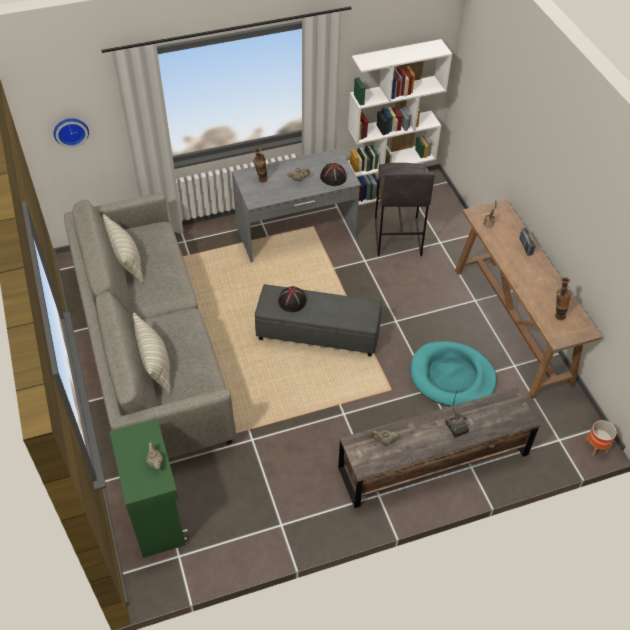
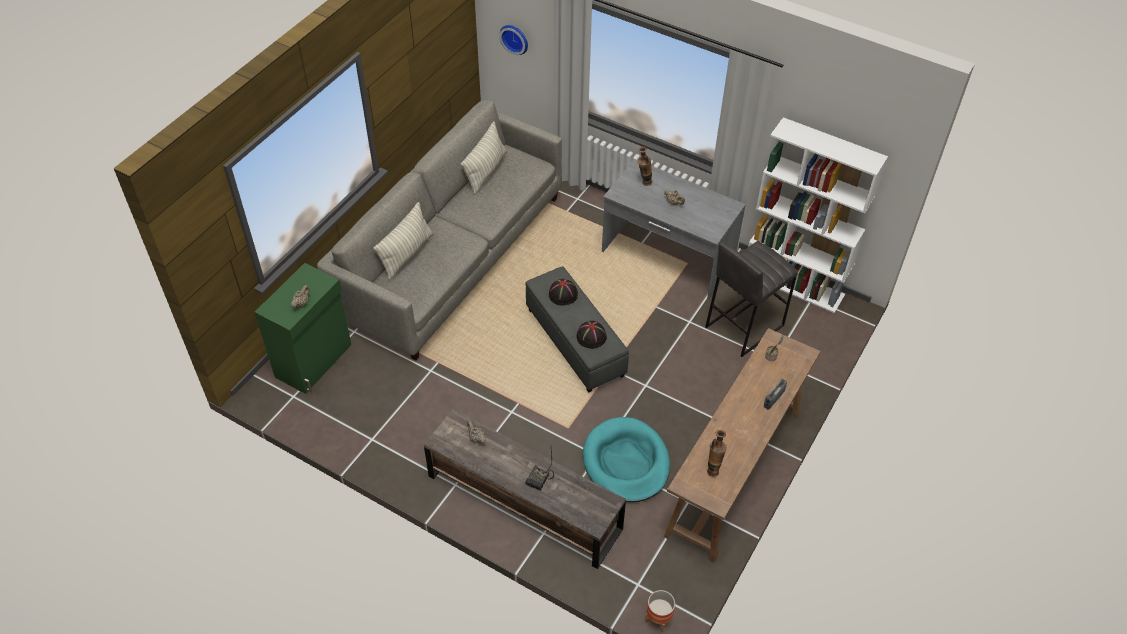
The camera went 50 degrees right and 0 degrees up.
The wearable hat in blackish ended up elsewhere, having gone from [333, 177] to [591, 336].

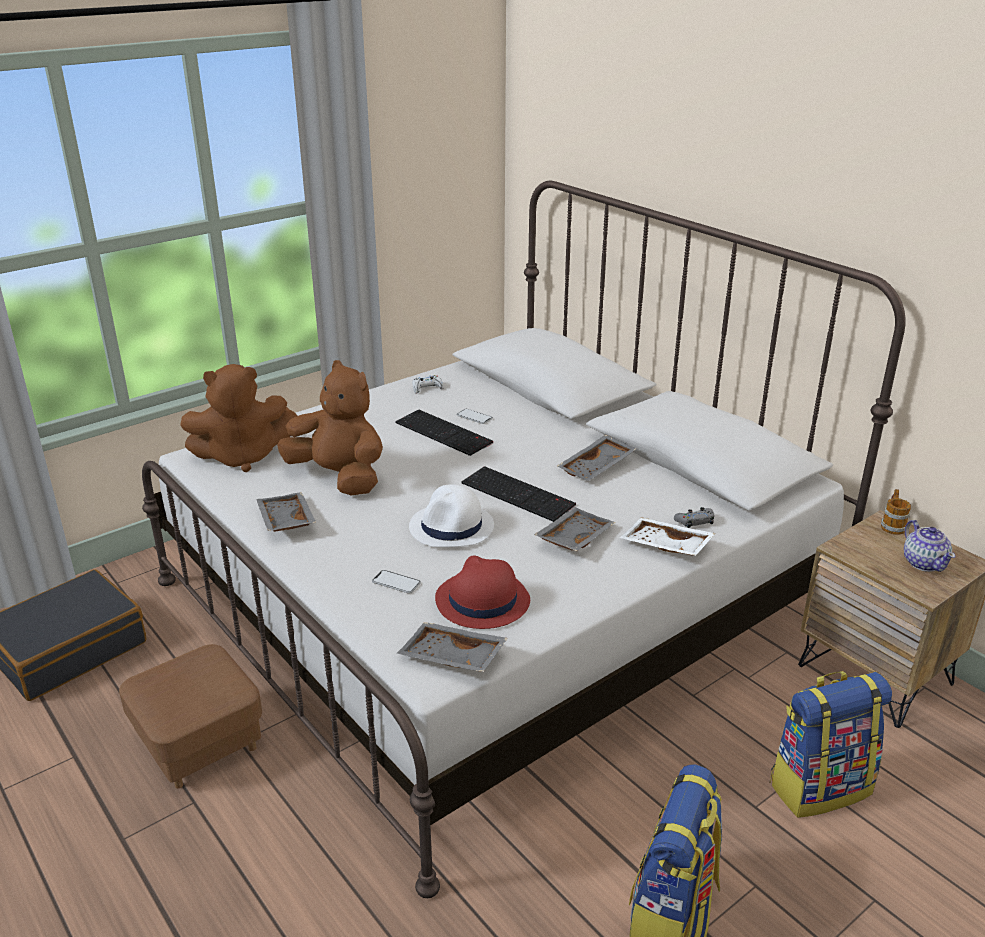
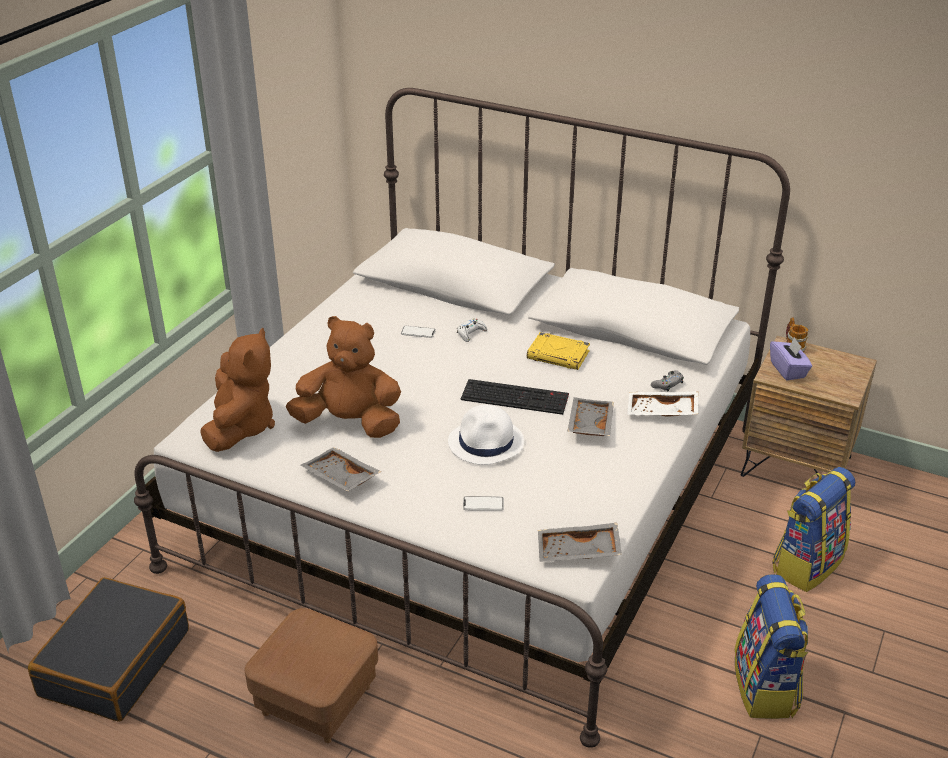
The camera went 25 degrees left and 5 degrees up.
The cuddly toy in brown-coloured at [243, 456] ended up facing another way, 45 degrees counterclockwise from before.
The second view lost the computer keyboard at [445, 432].
The game controller in whitish ended up elsewhere, having gone from [427, 388] to [471, 333].
The second view lost the wearable hat in red at [482, 601].
Where the tray in grey stood at [597, 467], the bound book in yellowish came to stand at [559, 355].
The second view lost the pot for tea at [924, 563].
The second view gained the tissue holder in purple-coloured at [788, 370].

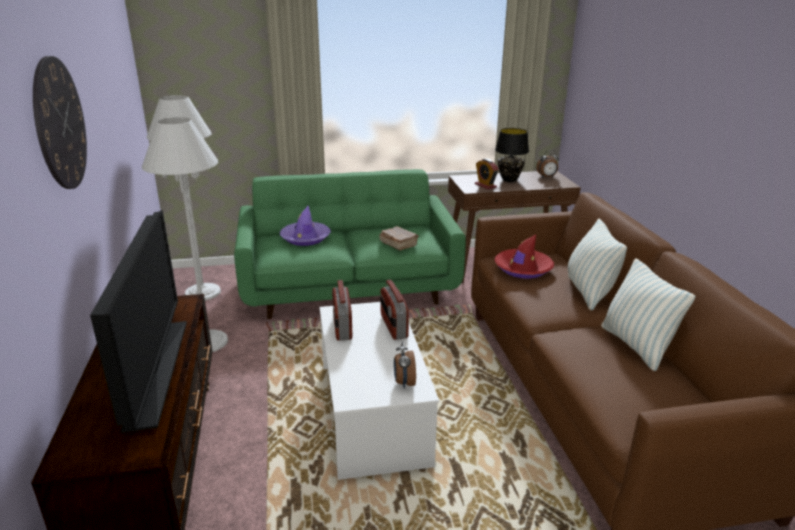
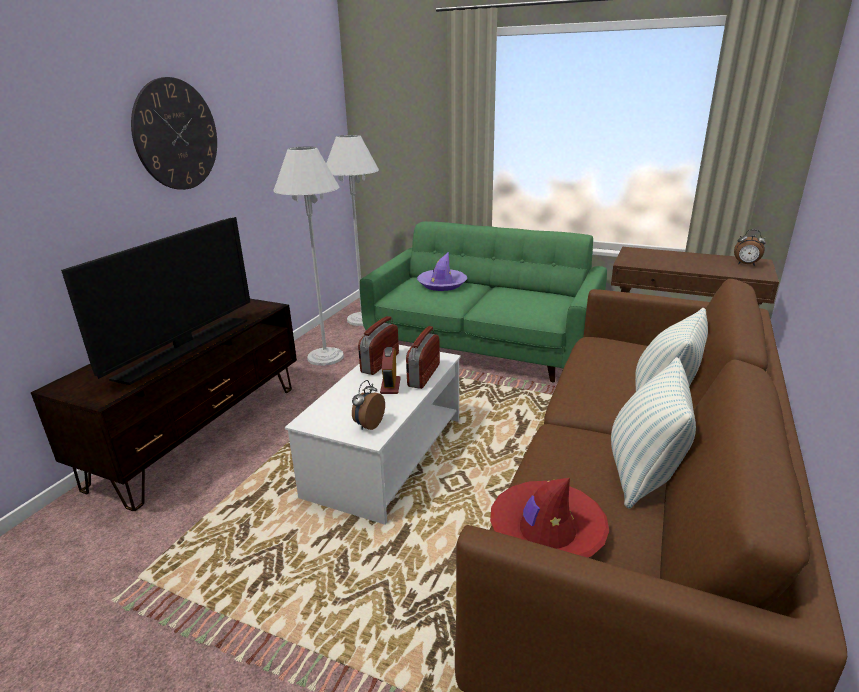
The camera went 35 degrees right and 0 degrees up.
The second view lost the bound book in brown-coloured at [398, 244].
The bedside clock ended up elsewhere, having gone from [485, 185] to [390, 386].
The wearable hat in red ended up elsewhere, having gone from [523, 269] to [547, 531].
The second view lost the table lamp in blackish at [509, 180].

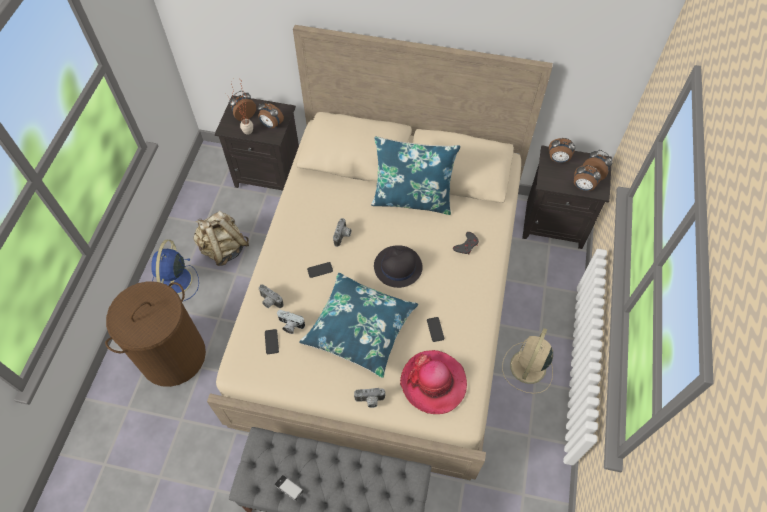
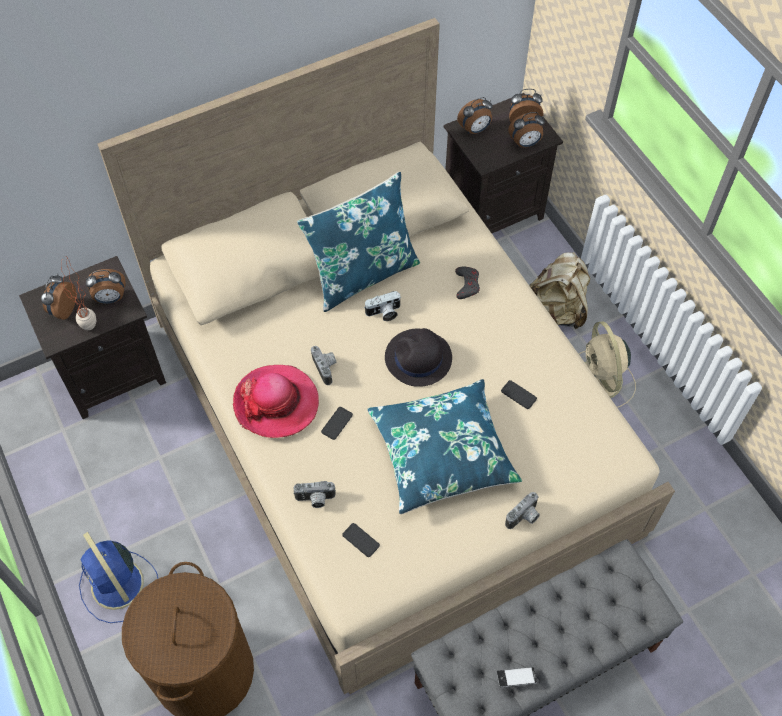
The camera went 40 degrees left and 0 degrees up.
The knapsack in sand-coloured ended up elsewhere, having gone from [223, 249] to [556, 310].
The still camera ended up elsewhere, having gone from [290, 325] to [384, 313].
The wearable hat ended up elsewhere, having gone from [433, 383] to [276, 403].

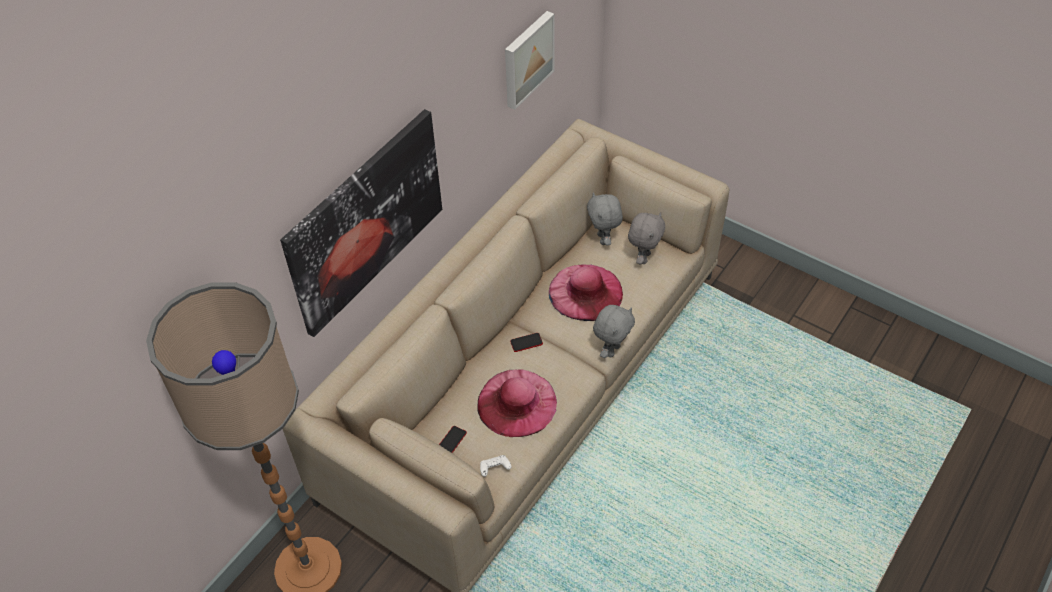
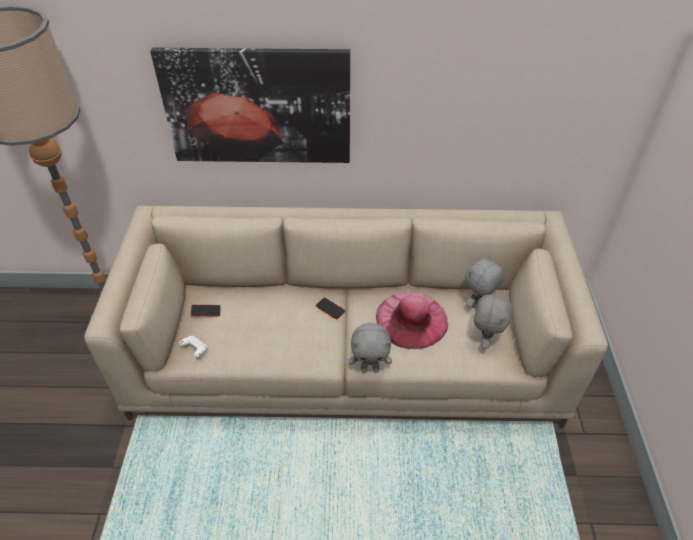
The camera went 55 degrees right and 5 degrees down.
The second view lost the wearable hat in pink at [517, 403].
The second view lost the wall art at [527, 59].
The cuddly toy in grey at [643, 257] ended up facing another way, 60 degrees counterclockwise from before.

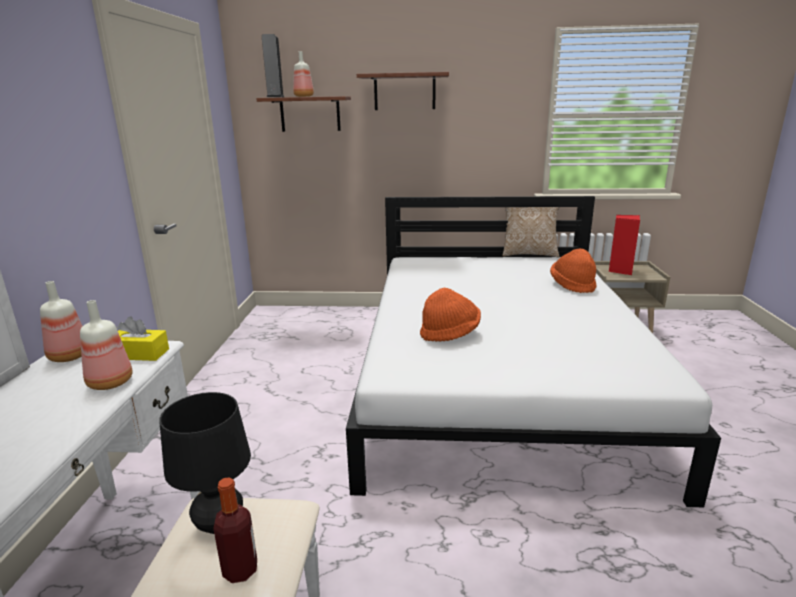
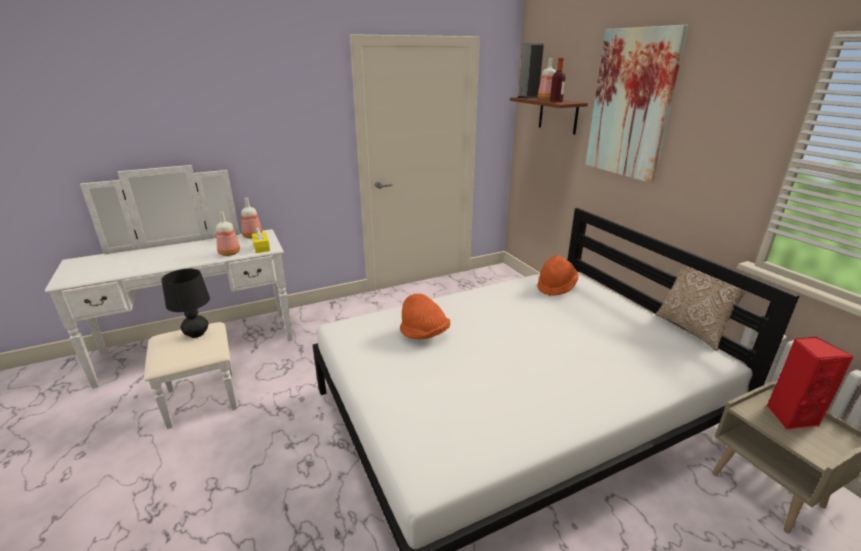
The camera went 60 degrees right and 5 degrees up.
The beverage bottle ended up elsewhere, having gone from [240, 570] to [556, 101].
Where the wall shelf in brown-coloured hung at [404, 92], the wall art came to hang at [631, 104].
The wearable hat in orangey ended up elsewhere, having gone from [572, 285] to [556, 287].

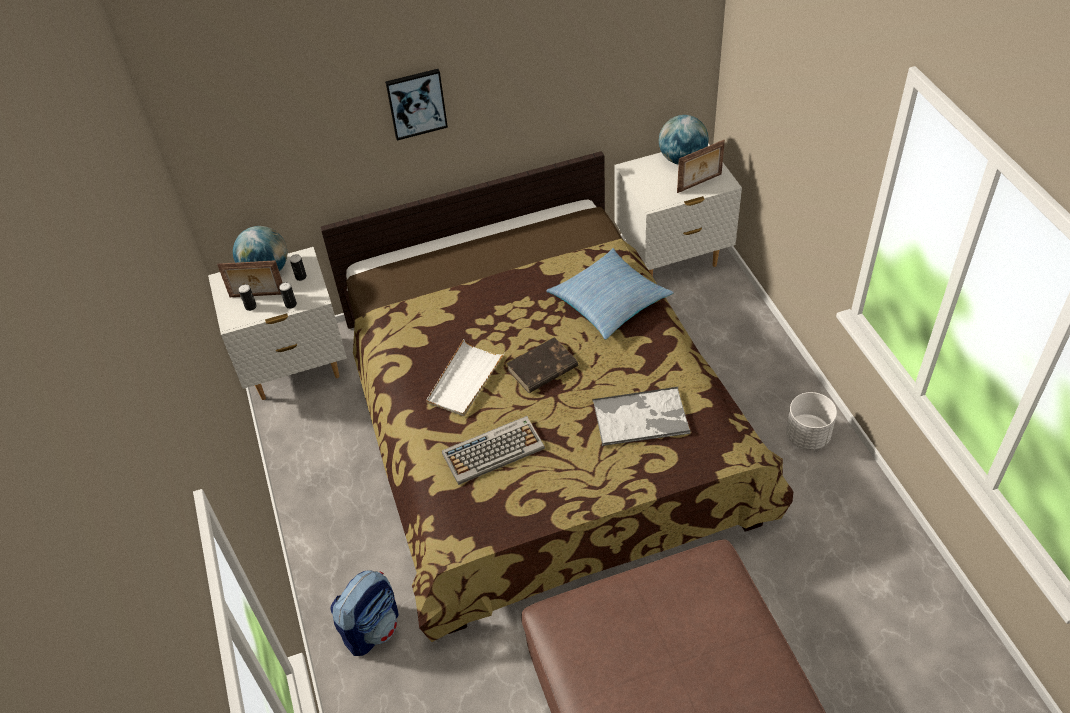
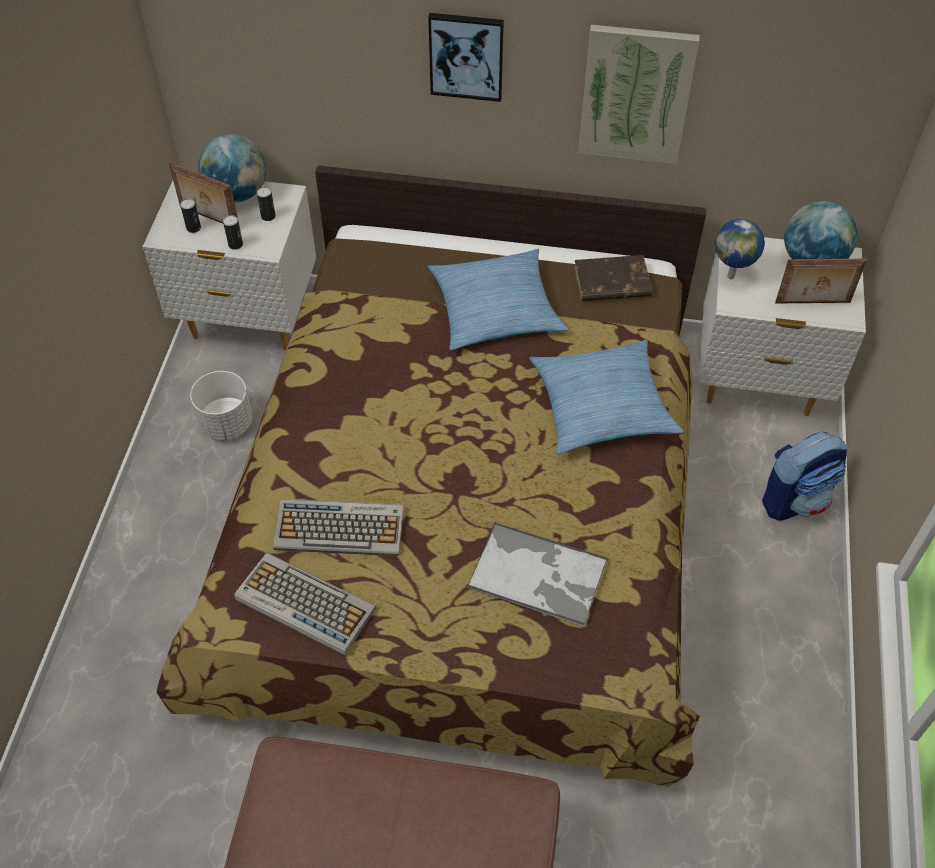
The camera went 25 degrees right and 5 degrees up.
The knapsack ended up elsewhere, having gone from [372, 628] to [795, 499].
The second view lost the tray in whitish at [465, 380].
The bound book in brown-coloured ended up elsewhere, having gone from [542, 368] to [611, 282].
The plant pot in whitish ended up elsewhere, having gone from [808, 435] to [227, 423].
The second view gained the computer keyboard at [303, 604].
The second view gained the throw pillow at [495, 309].
The second view gained the wall art at [635, 94].
The second view gained the globe at [732, 276].

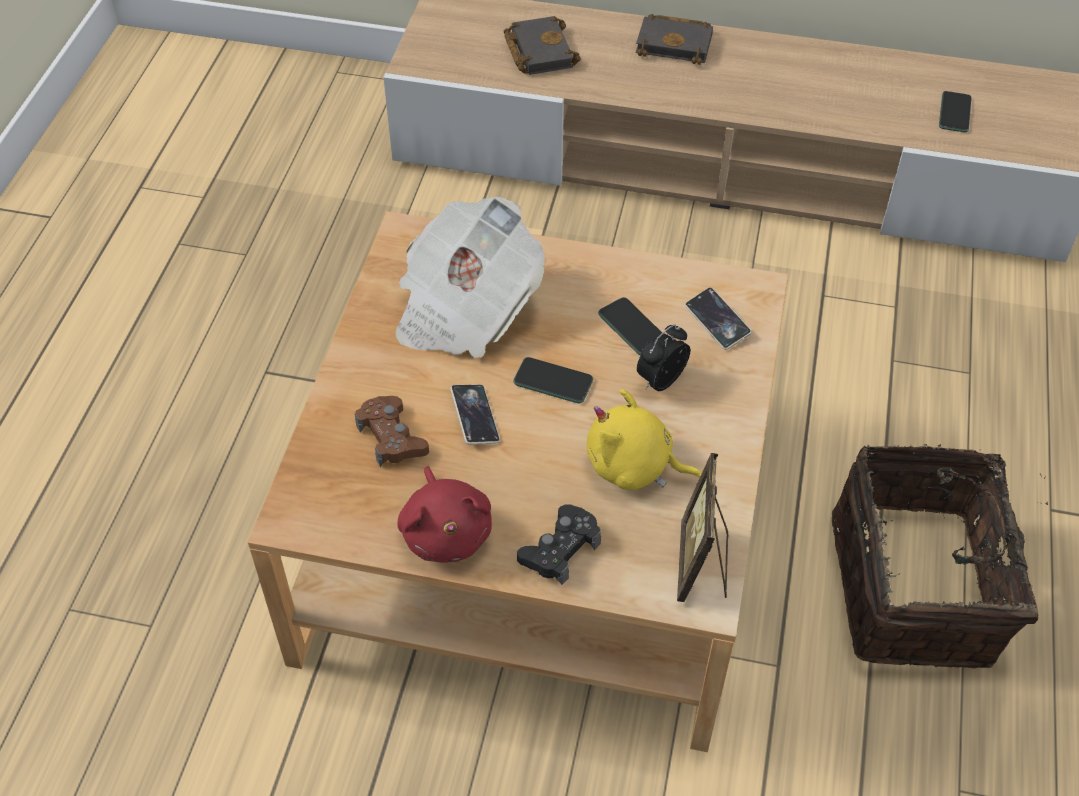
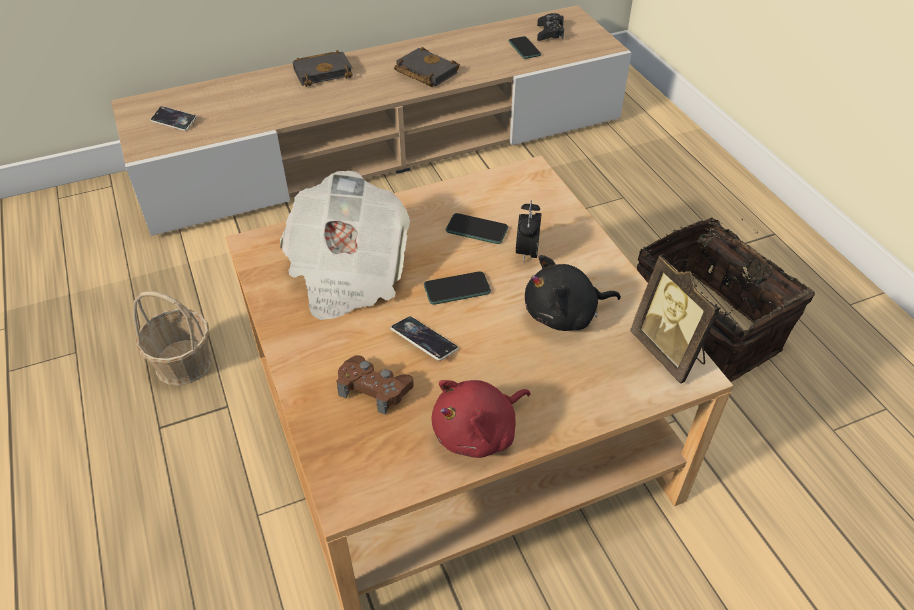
The camera went 35 degrees left and 5 degrees down.
The cuddly toy in red at [446, 531] ended up facing another way, 105 degrees clockwise from before.
The bound book in blackish ended up elsewhere, having gone from [538, 50] to [424, 72].
The game controller in blackish ended up elsewhere, having gone from [560, 549] to [550, 33].
What was the cuddly toy in yellowish at [634, 467] turned into the cuddly toy in blackish at [564, 314].
The telephone ended up elsewhere, having gone from [717, 321] to [174, 121].
The second view gained the basket at [183, 363].

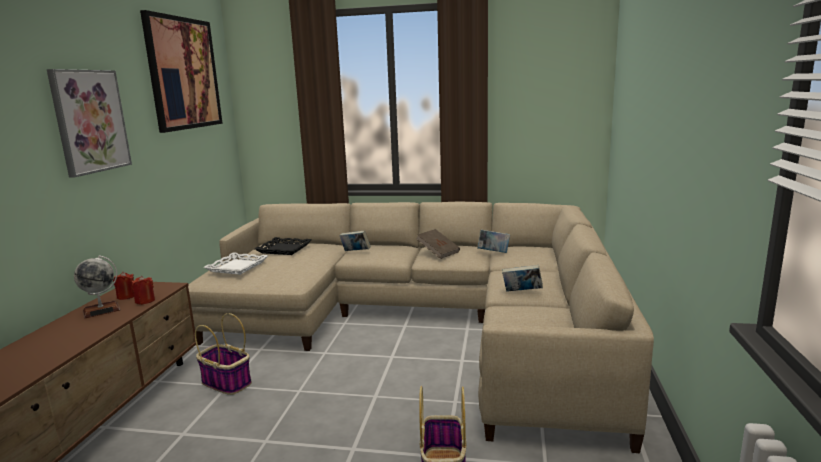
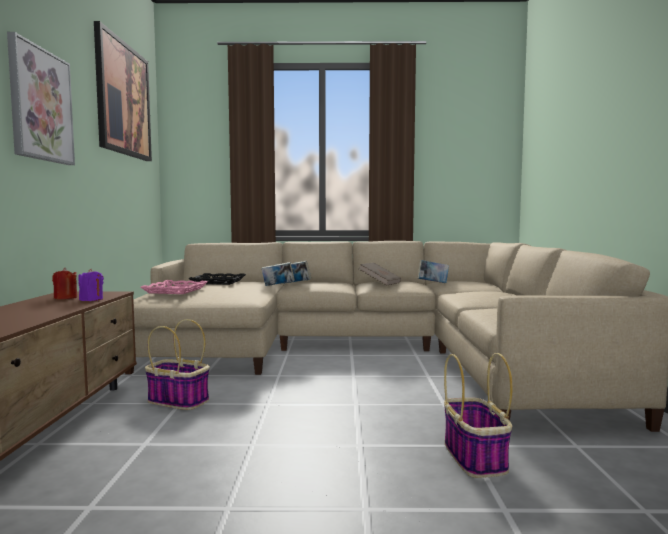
The camera went 10 degrees left and 10 degrees down.
The second view lost the globe at [101, 310].
What was the candle in red at [145, 301] turned into the candle in purple-coloured at [91, 300].
What was the tray in whitish at [237, 267] turned into the tray in pink at [175, 290].
The bound book ended up elsewhere, having gone from [522, 292] to [278, 286].

